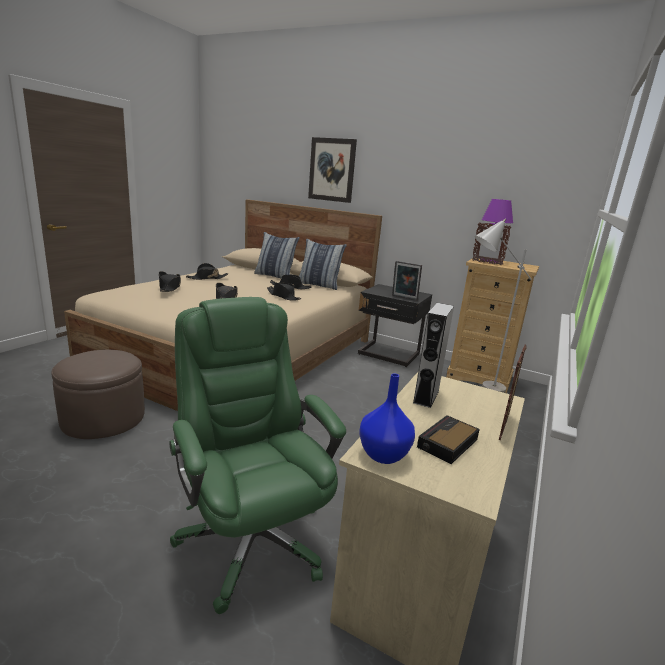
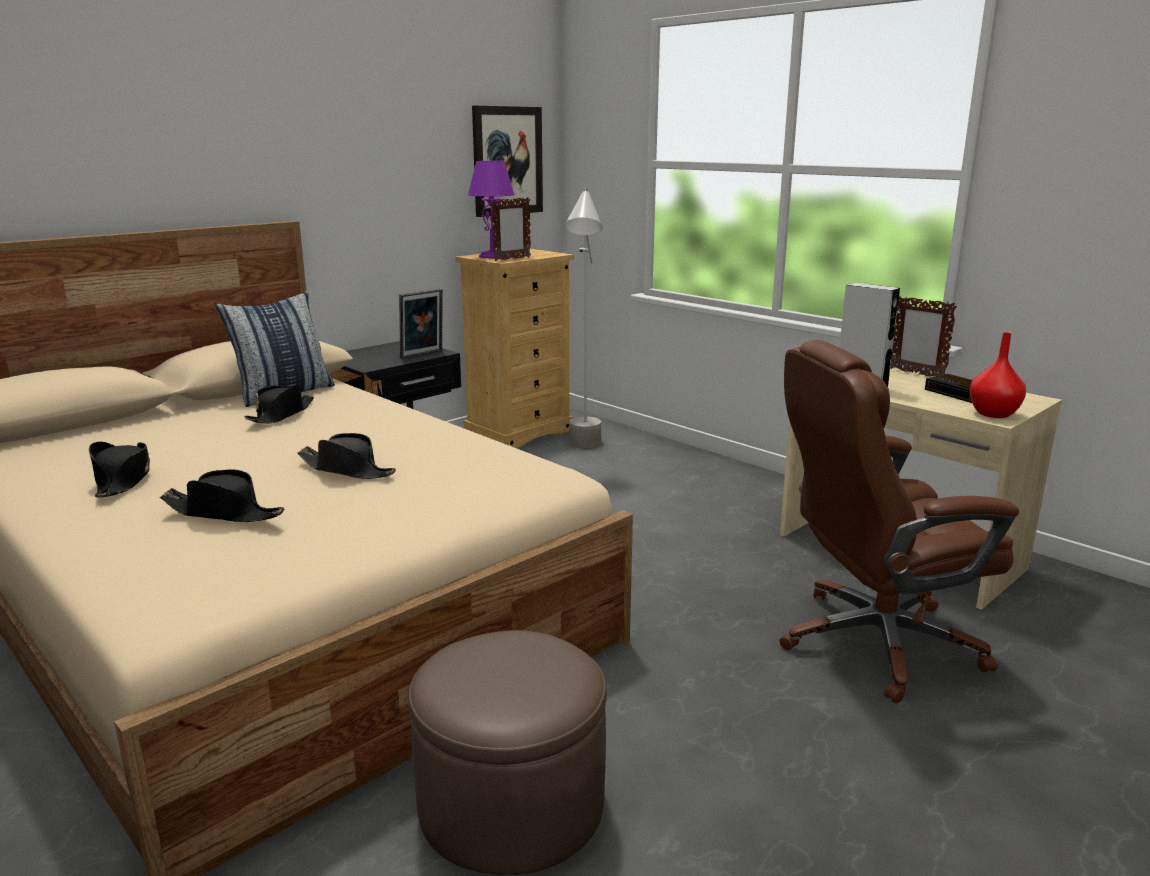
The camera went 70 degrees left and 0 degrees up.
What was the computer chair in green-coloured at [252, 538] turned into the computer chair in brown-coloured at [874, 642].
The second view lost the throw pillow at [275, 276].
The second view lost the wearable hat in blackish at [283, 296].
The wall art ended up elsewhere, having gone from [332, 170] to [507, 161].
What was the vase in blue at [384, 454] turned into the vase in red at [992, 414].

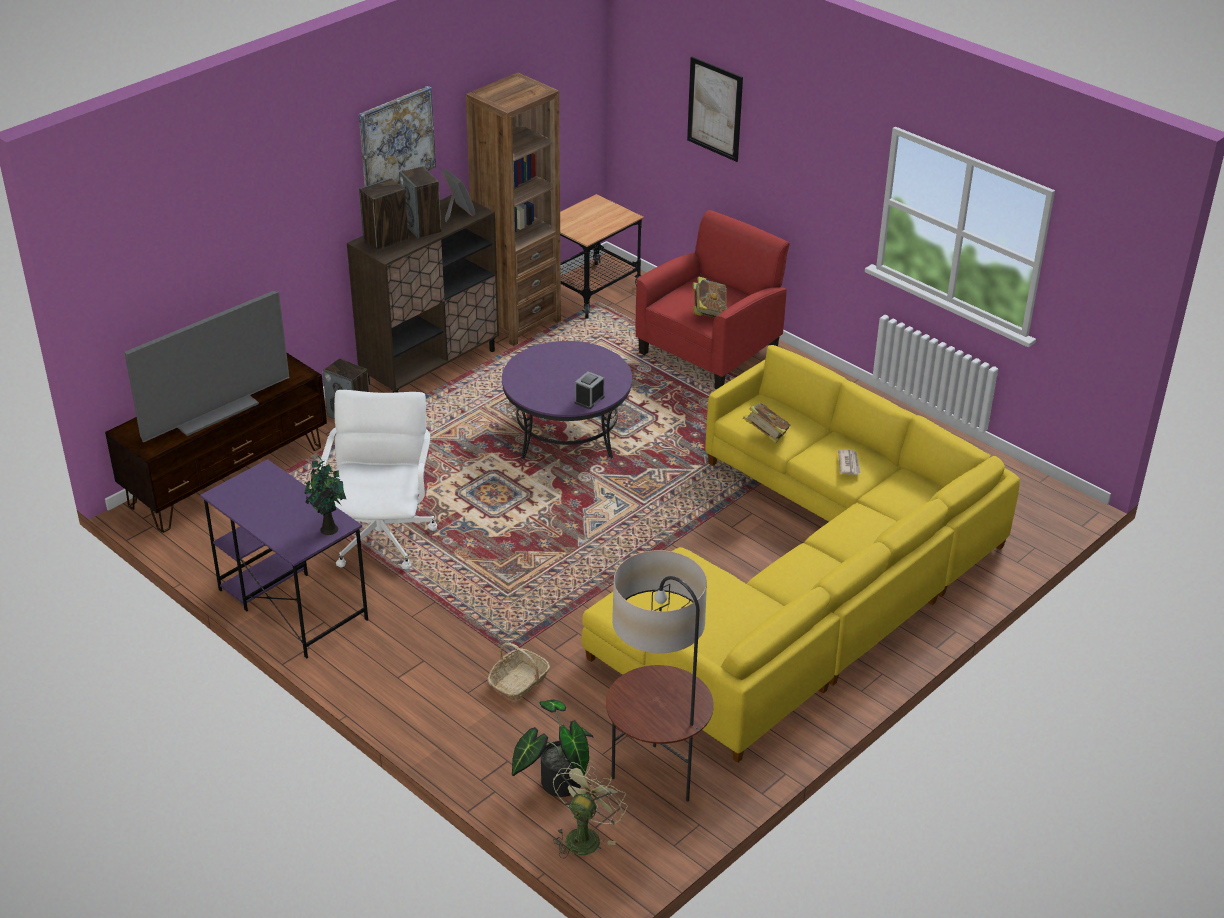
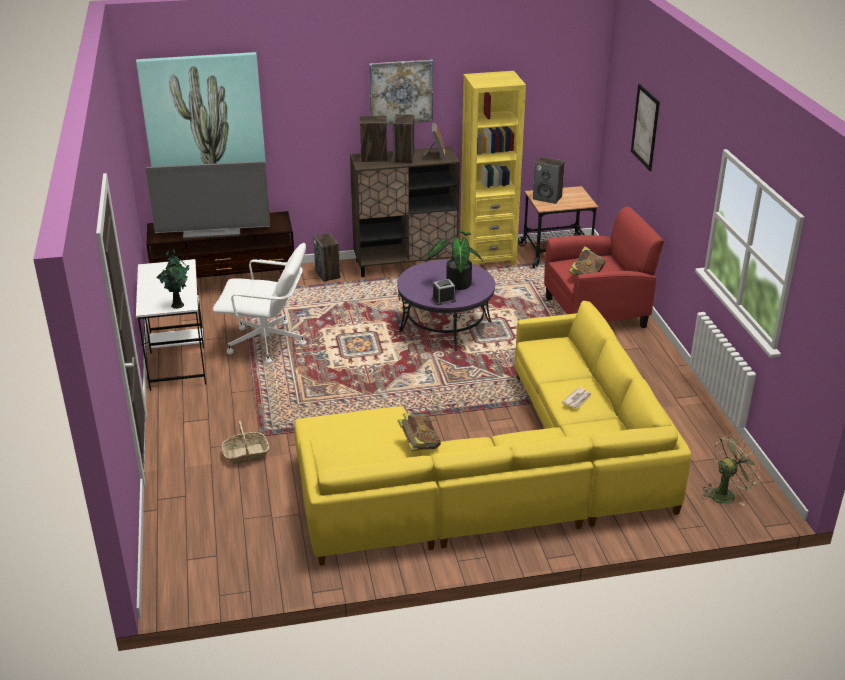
The camera went 35 degrees right and 5 degrees down.
What was the desk table in purple-coloured at [291, 604] turned into the desk table in whitish at [177, 359].
The computer chair in whitish at [382, 538] ended up facing another way, 60 degrees clockwise from before.
What was the bookshelf in brown-coloured at [518, 322] turned into the bookshelf in yellowish at [487, 257].
The plant in a pot ended up elsewhere, having gone from [556, 782] to [456, 283].
The electric fan in green-coloured ended up elsewhere, having gone from [585, 835] to [725, 493].
The second view lost the standard lamp at [656, 778].
The bound book ended up elsewhere, having gone from [765, 436] to [419, 444].
The second view gained the wall art at [203, 111].
The second view gained the audio speaker at [547, 198].

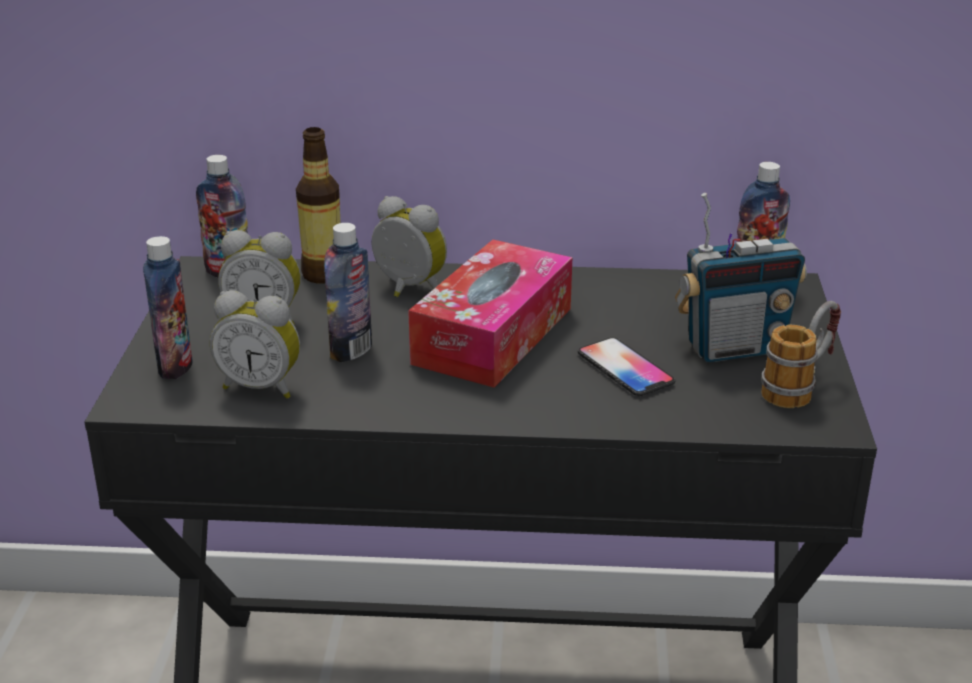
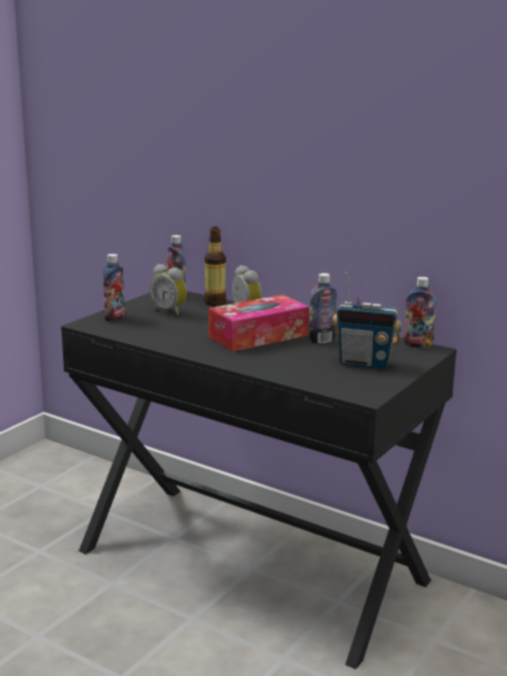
The camera went 30 degrees right and 10 degrees down.
The second view lost the bedside clock at [261, 387].
The beverage bottle ended up elsewhere, having gone from [351, 350] to [321, 340].
The second view lost the telephone at [625, 369].
The second view lost the mug at [800, 387].

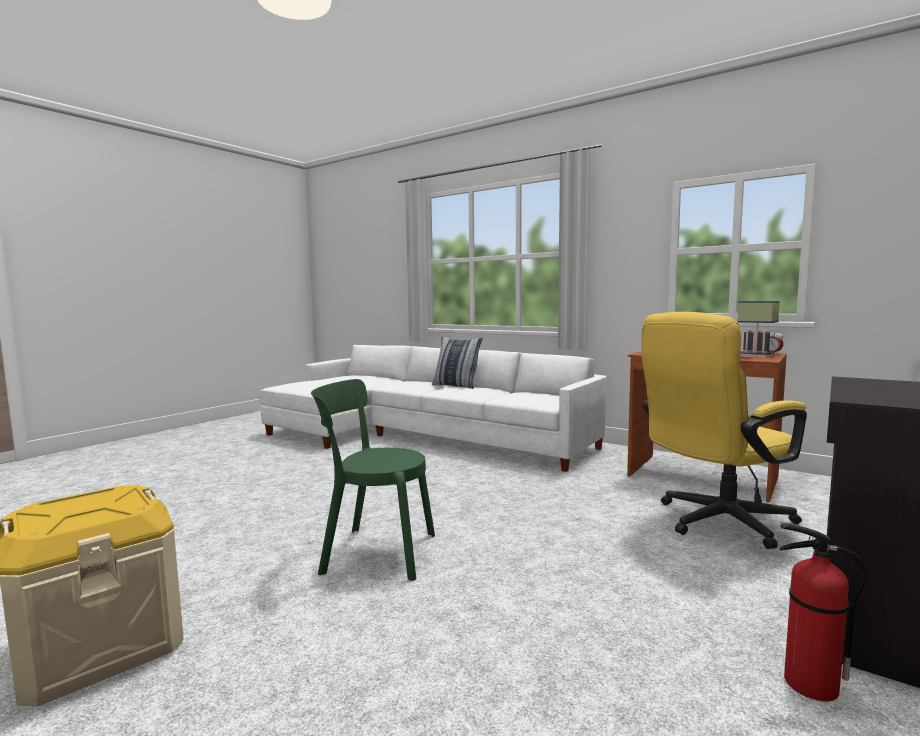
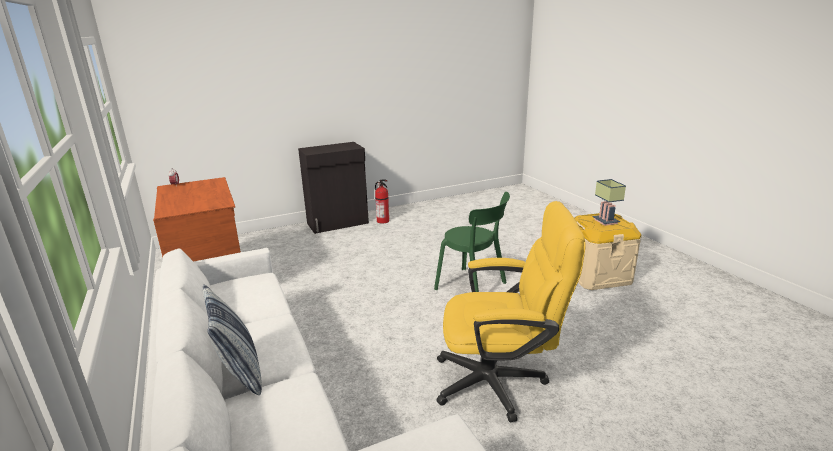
The camera went 150 degrees left and 15 degrees up.
The computer chair in yellowish ended up elsewhere, having gone from [716, 523] to [500, 382].
The table lamp ended up elsewhere, having gone from [757, 356] to [604, 221].

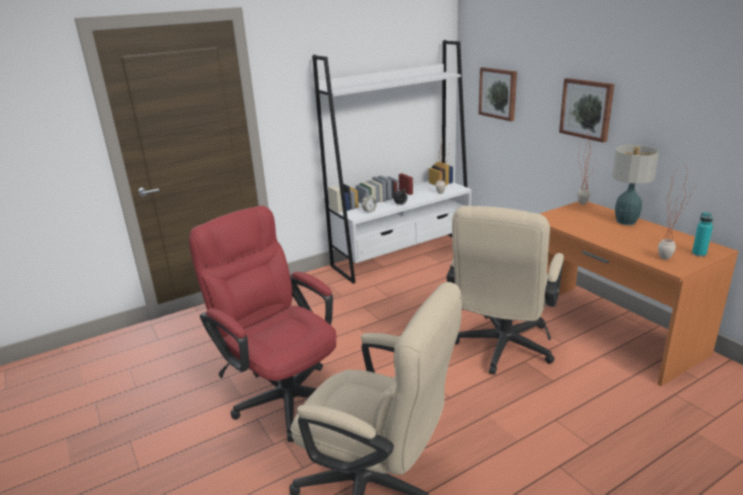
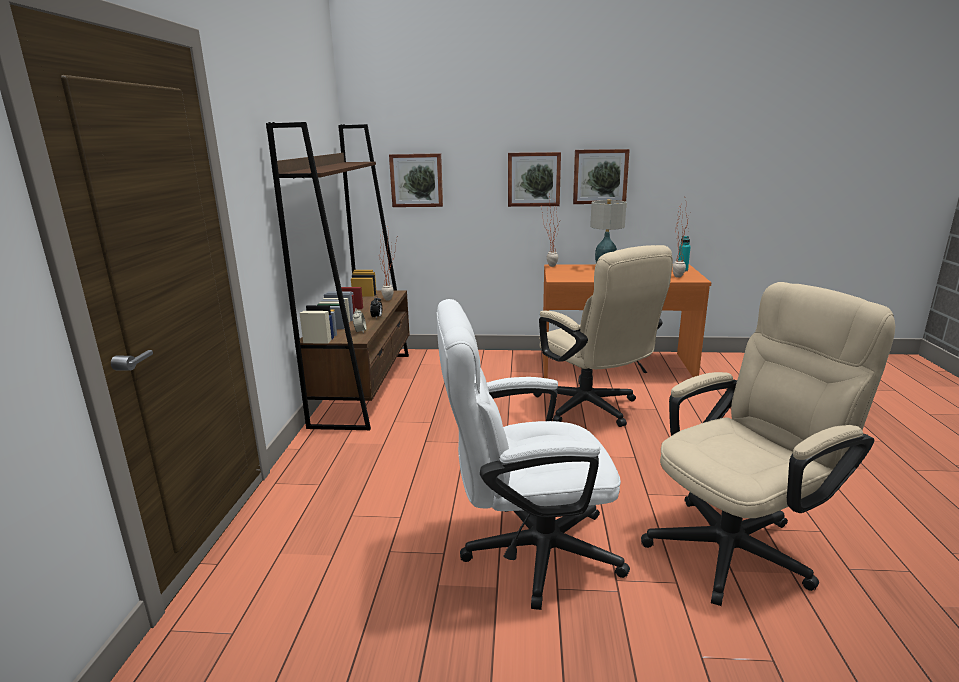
The camera went 55 degrees left and 5 degrees down.
What was the computer chair in red at [282, 394] turned into the computer chair in whitish at [526, 552].
What was the bookshelf in whitish at [402, 255] turned into the bookshelf in brown-coloured at [365, 387].
The second view gained the wall art at [600, 176].

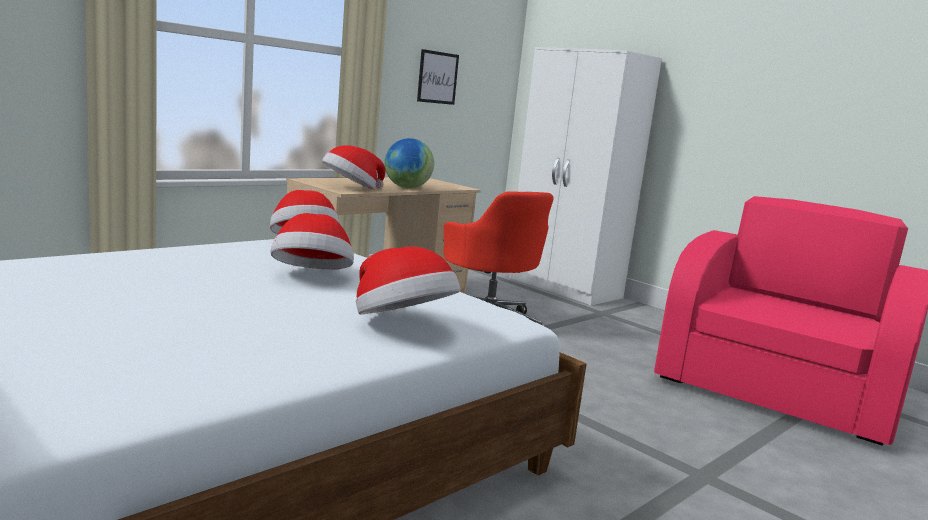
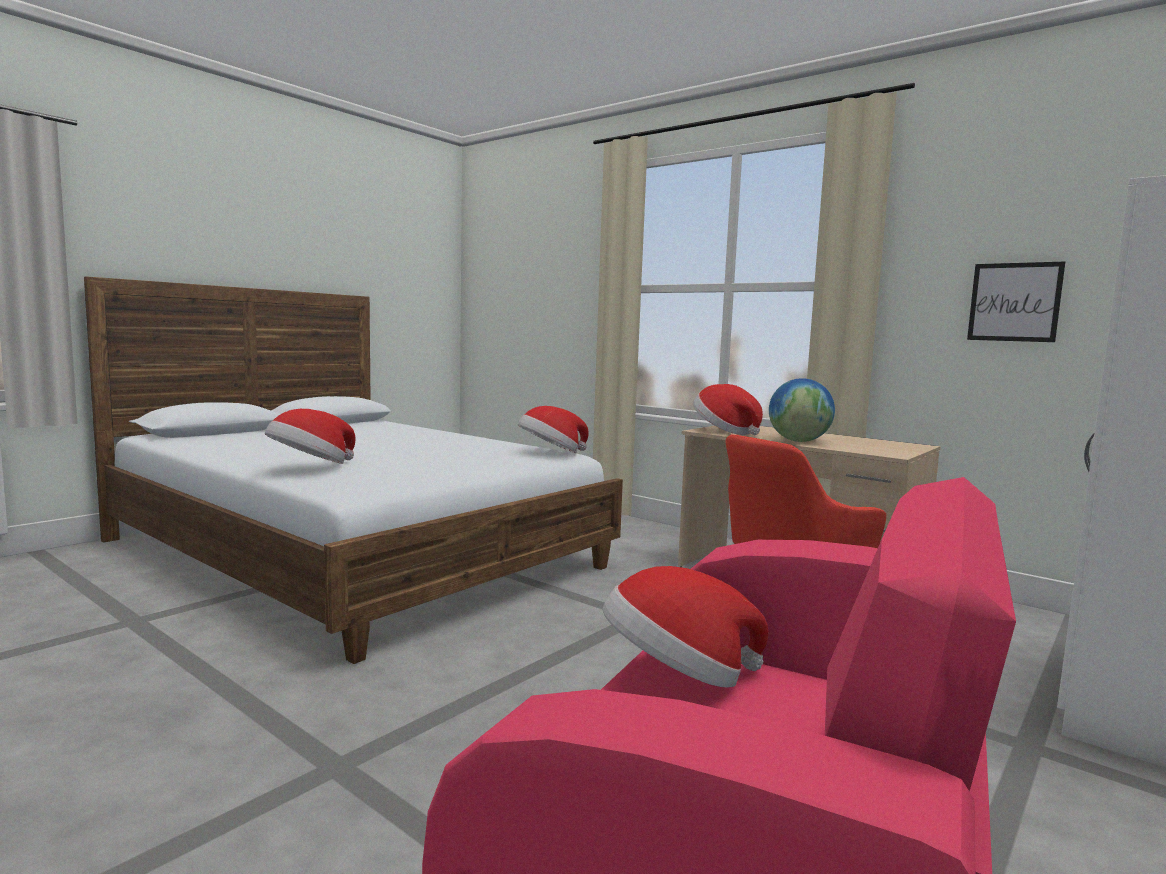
The camera went 85 degrees right and 5 degrees down.
The wearable hat ended up elsewhere, having gone from [312, 277] to [677, 675].

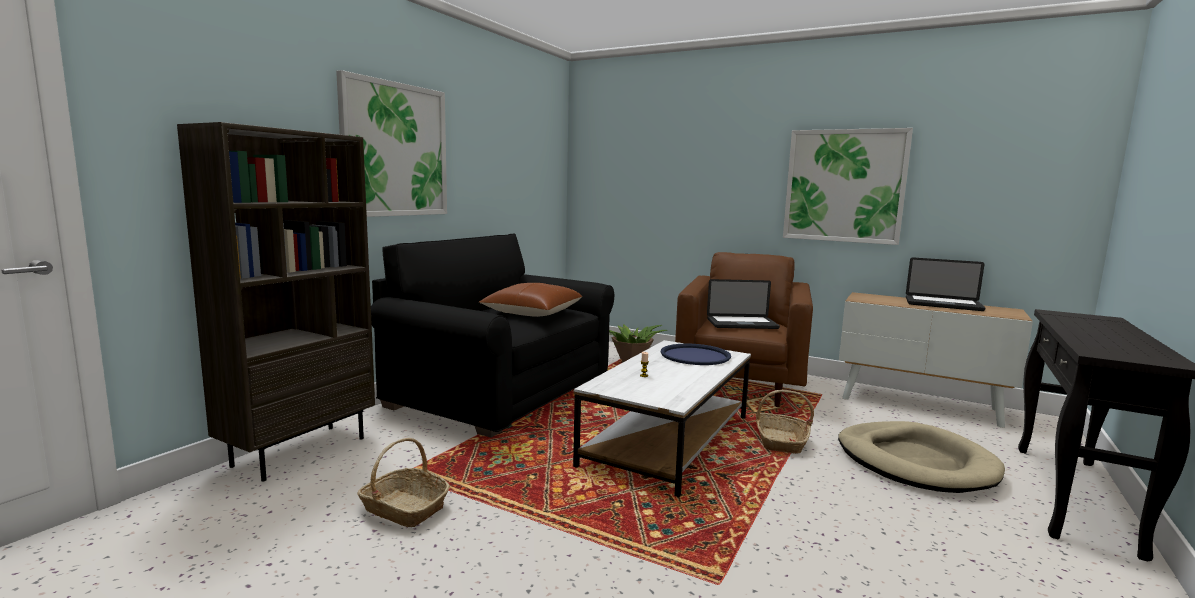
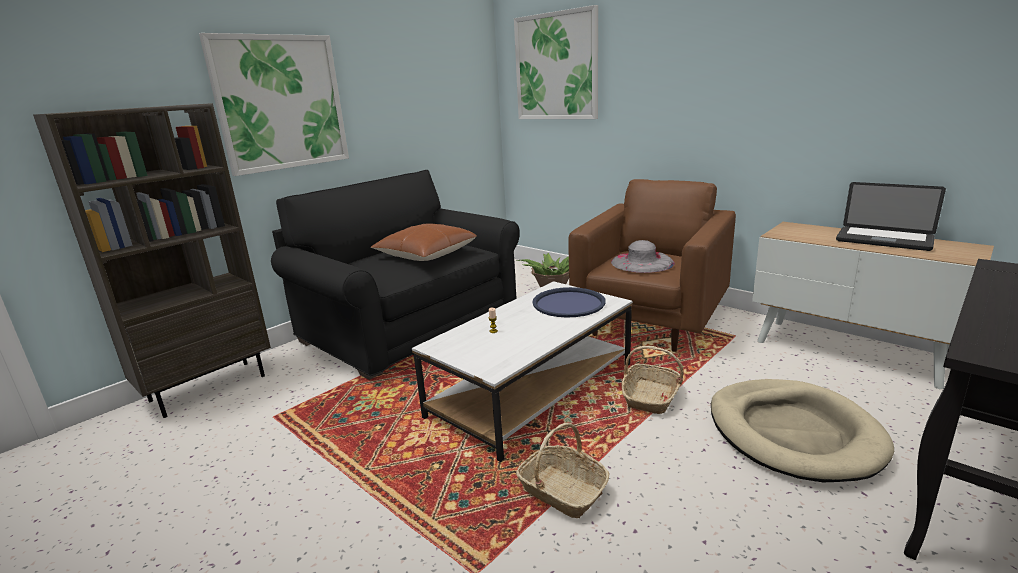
The camera went 15 degrees right and 10 degrees up.
The basket ended up elsewhere, having gone from [403, 508] to [562, 491].
Where the notebook computer stood at [742, 324], the wearable hat in grey came to stand at [642, 262].
The wall art ended up elsewhere, having gone from [844, 186] to [556, 67].

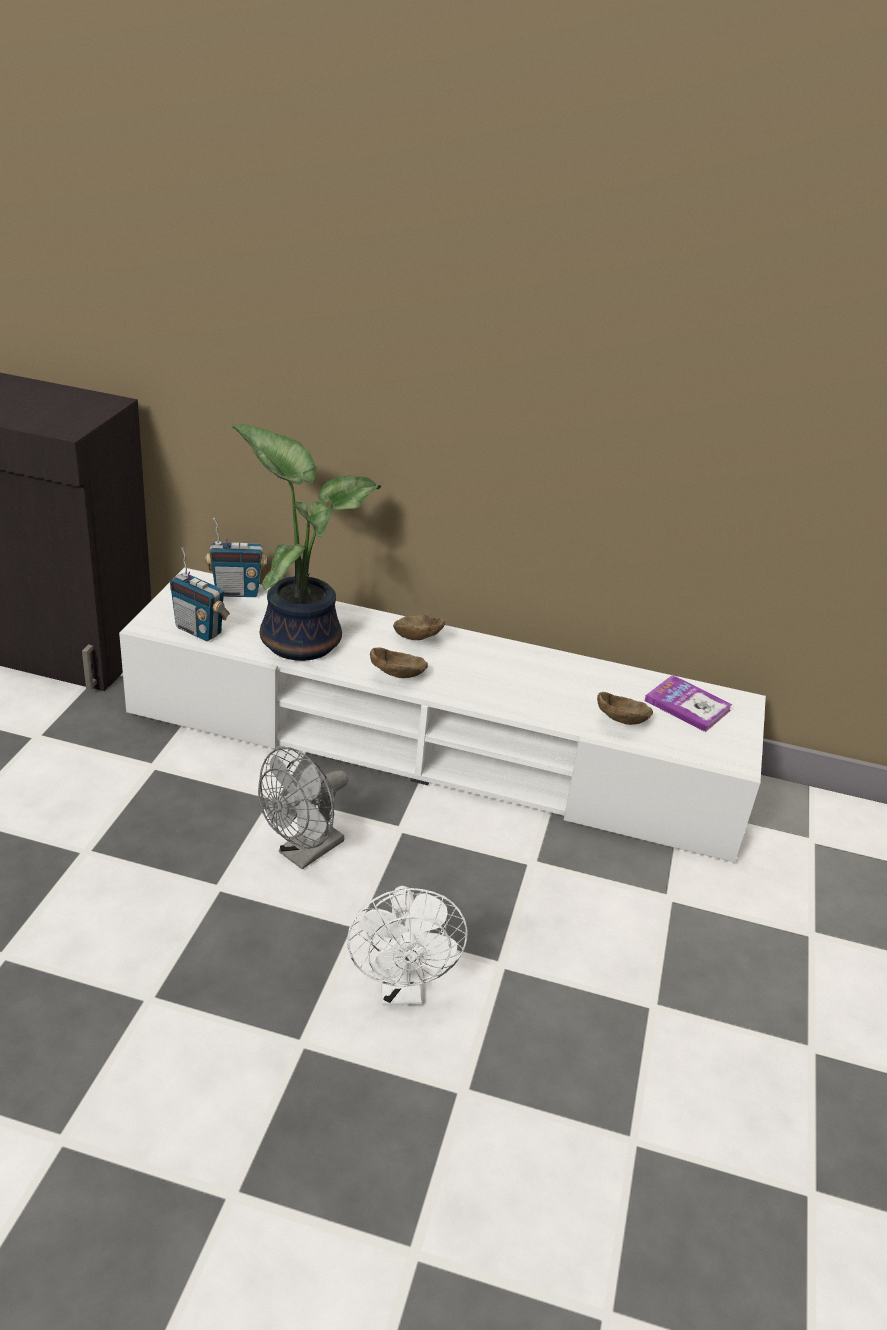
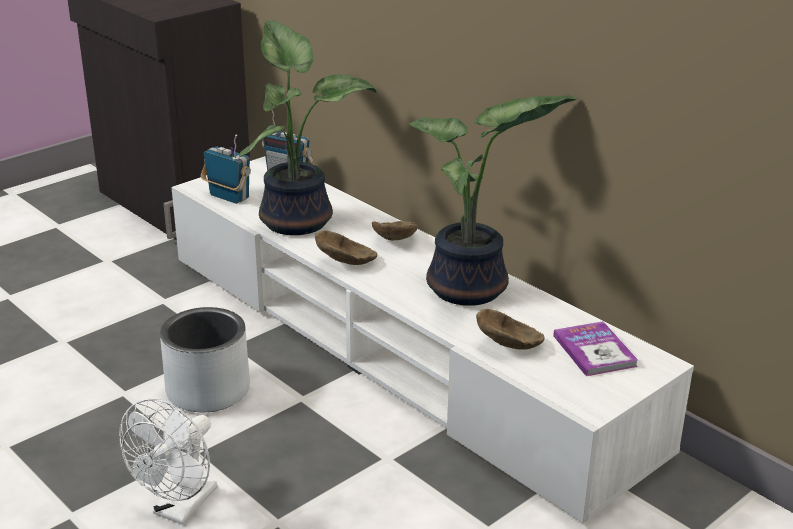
The camera went 35 degrees right and 5 degrees down.
The radio at [199, 630] ended up facing another way, 150 degrees clockwise from before.
Where the electric fan in grey stood at [304, 853], the plant pot in grey came to stand at [209, 391].
The second view gained the plant in a pot at [471, 290].

